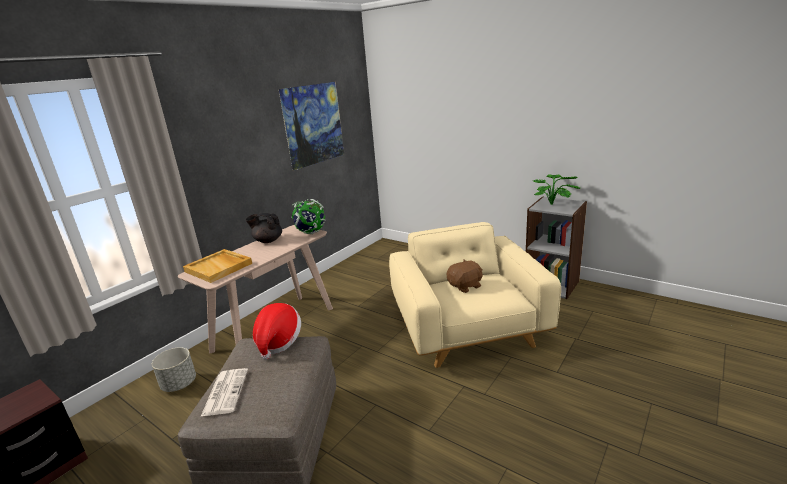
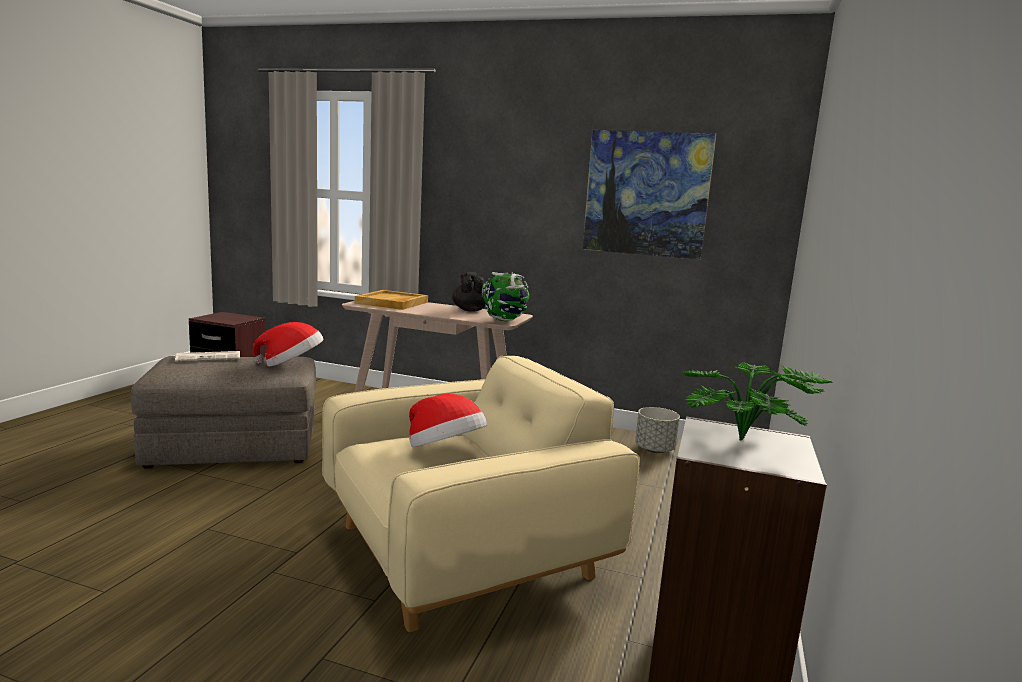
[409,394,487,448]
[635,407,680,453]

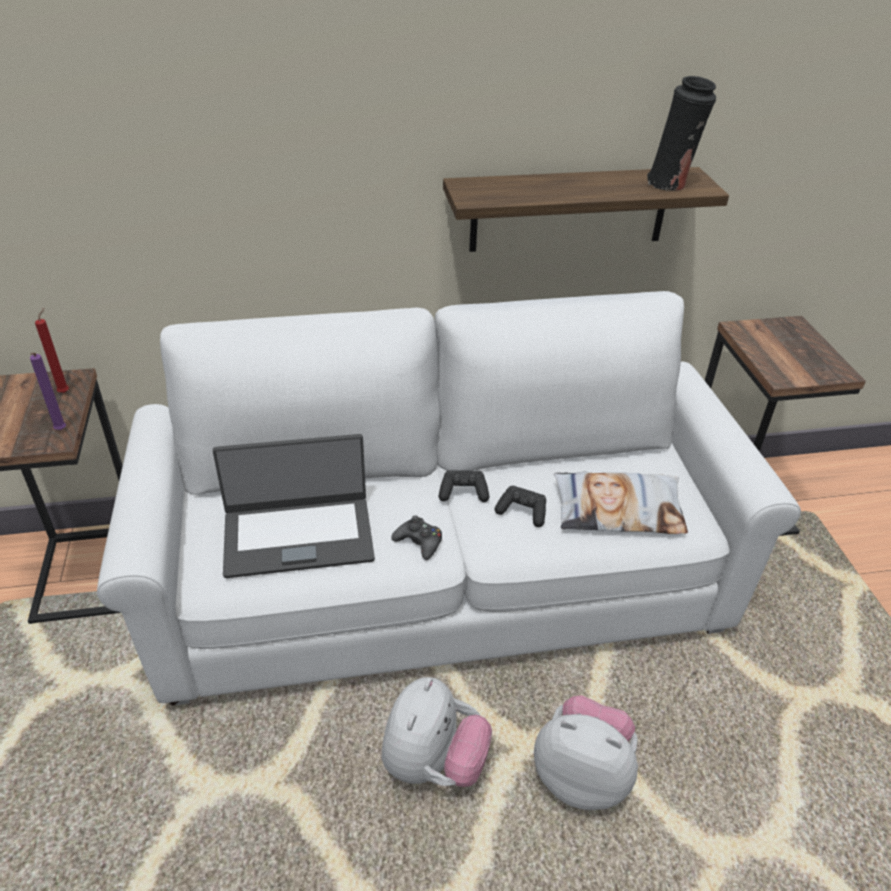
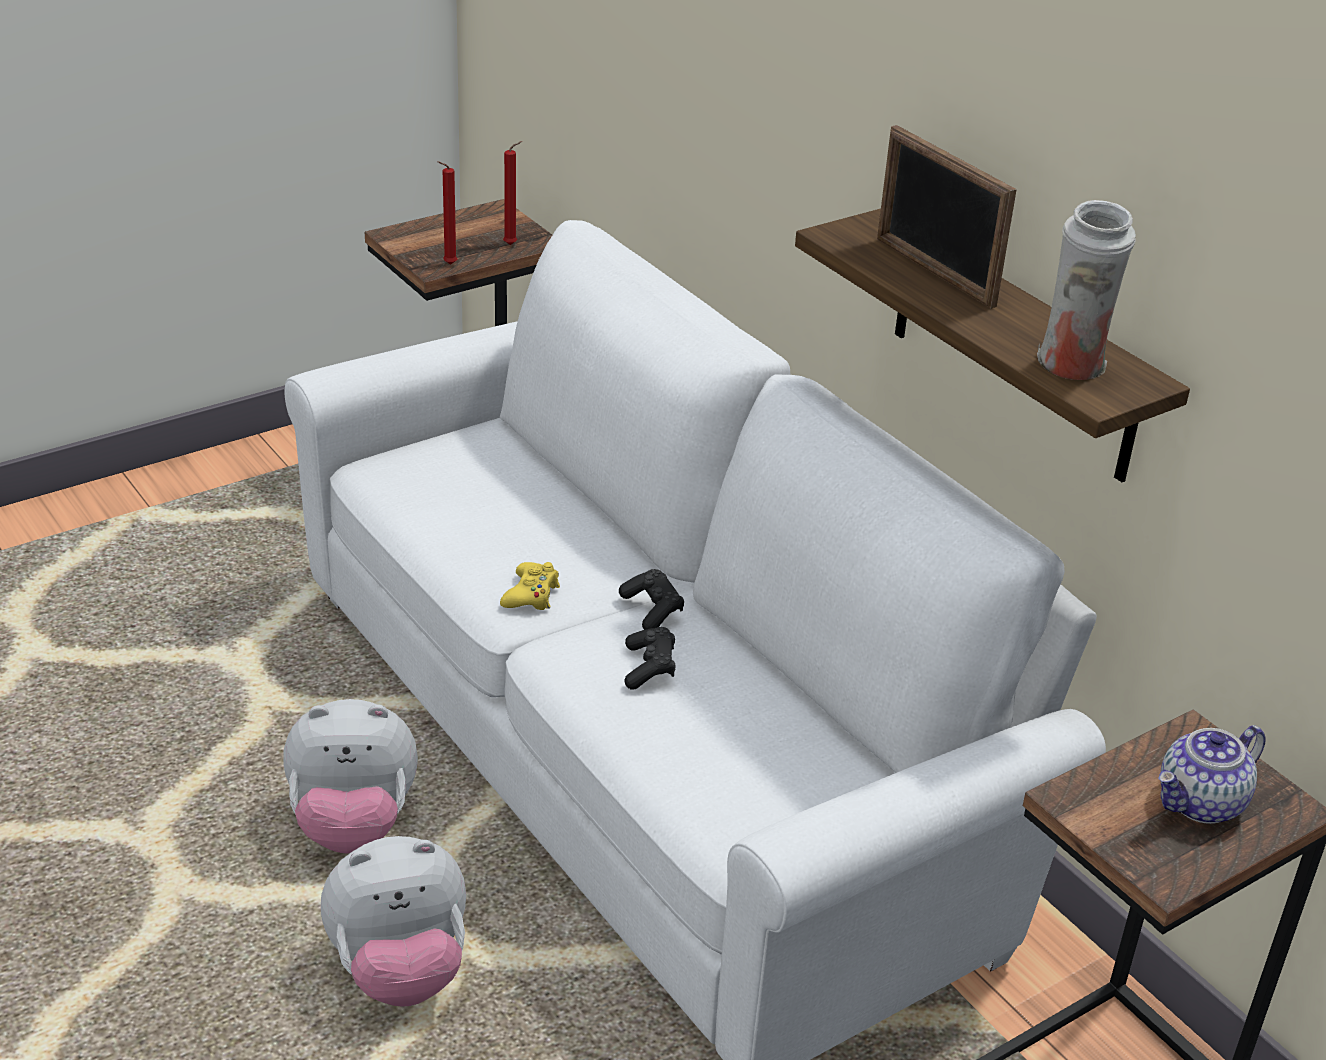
[321,836,466,1007]
[438,161,457,265]
[500,562,560,610]
[877,125,1017,309]
[1037,200,1136,380]
[1158,725,1265,824]
[213,434,375,578] (first image)
[554,472,688,534] (first image)

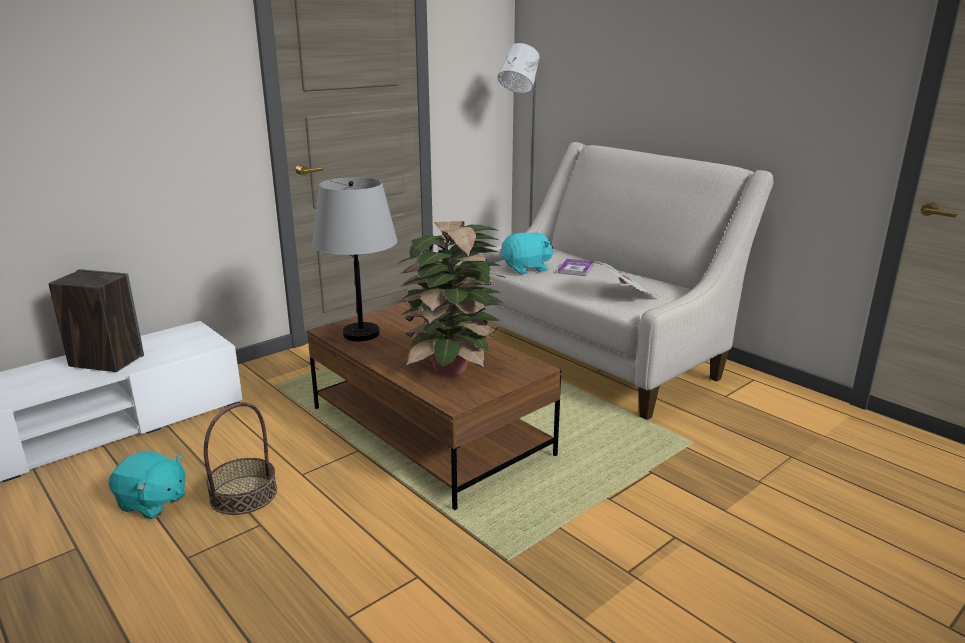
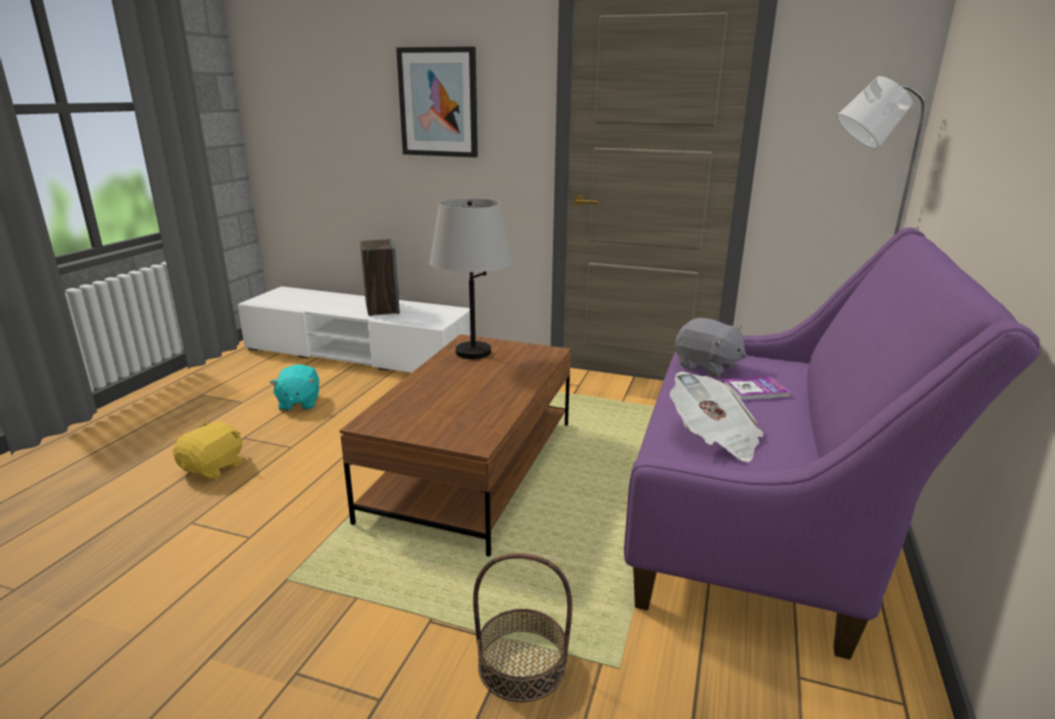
[173,422,243,479]
[396,46,478,157]
[473,553,572,702]
[624,227,1041,660]
[675,318,747,377]
[396,221,507,375] (first image)

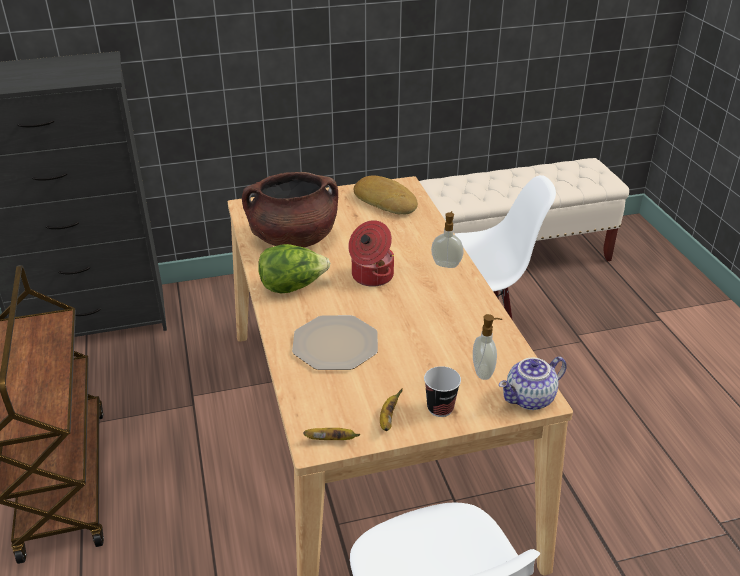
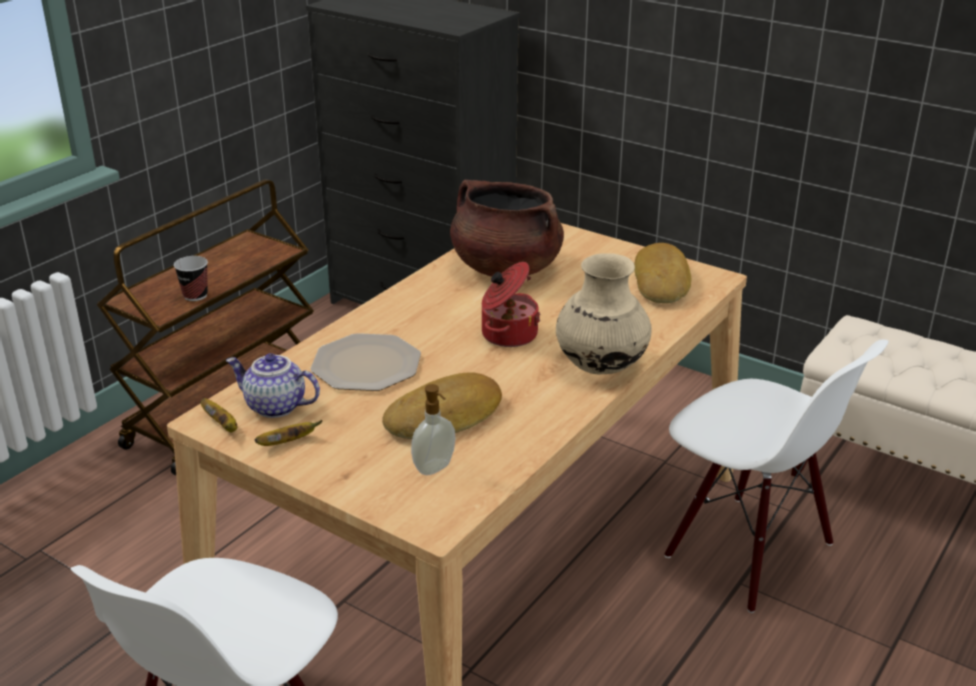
[174,256,208,301]
[226,353,320,418]
[382,372,502,439]
[556,253,652,374]
[258,244,330,293] (first image)

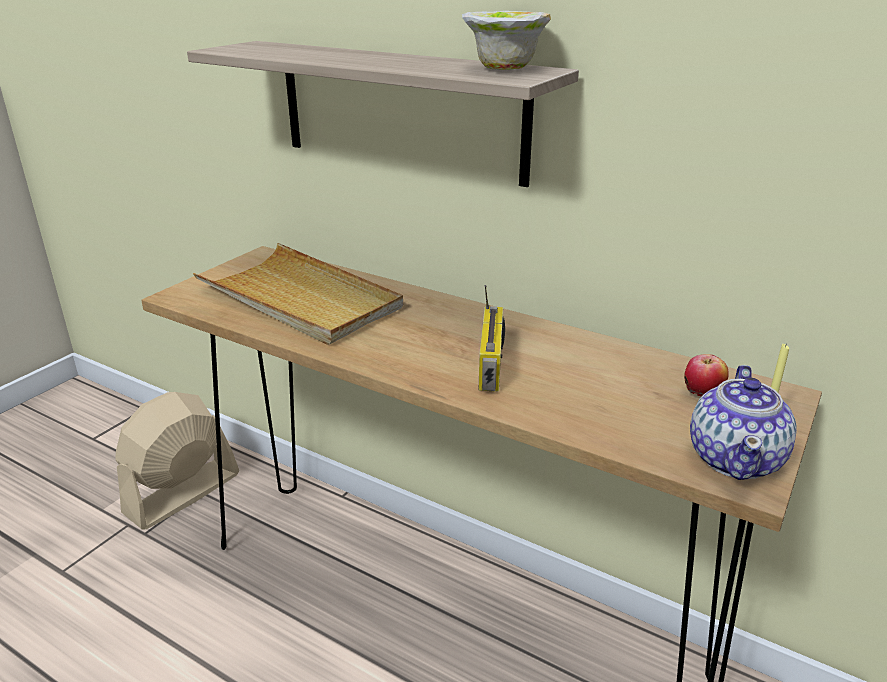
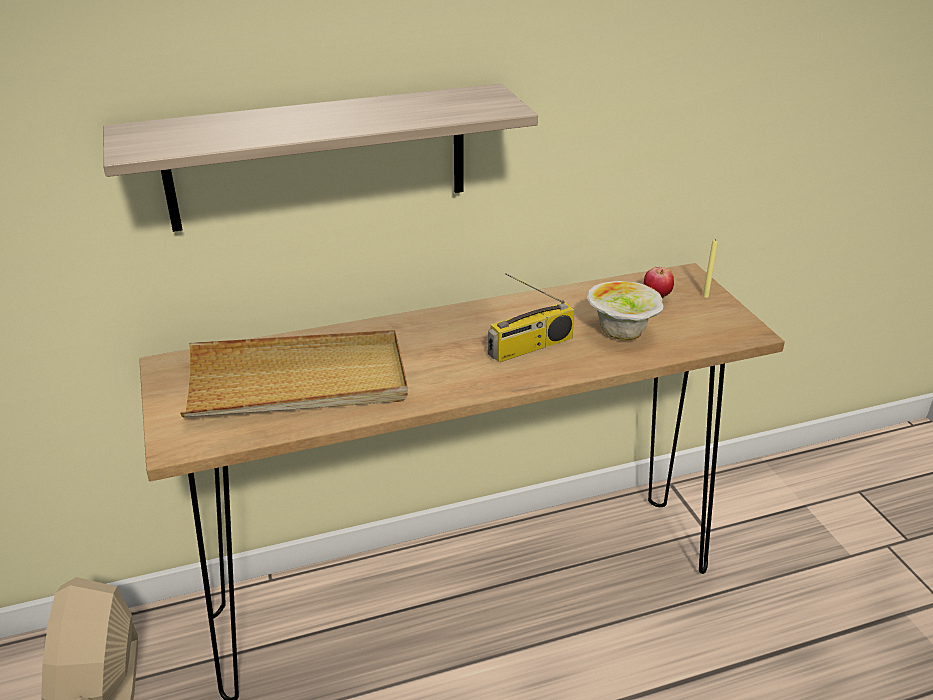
[488,273,575,362]
[587,281,664,340]
[690,365,797,480] (first image)

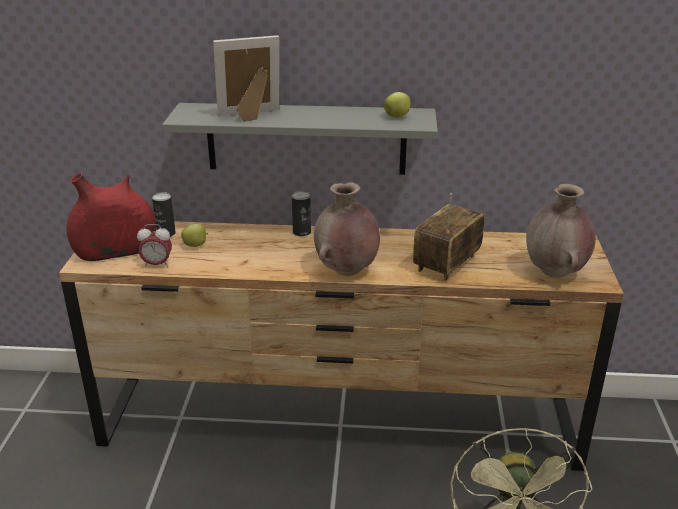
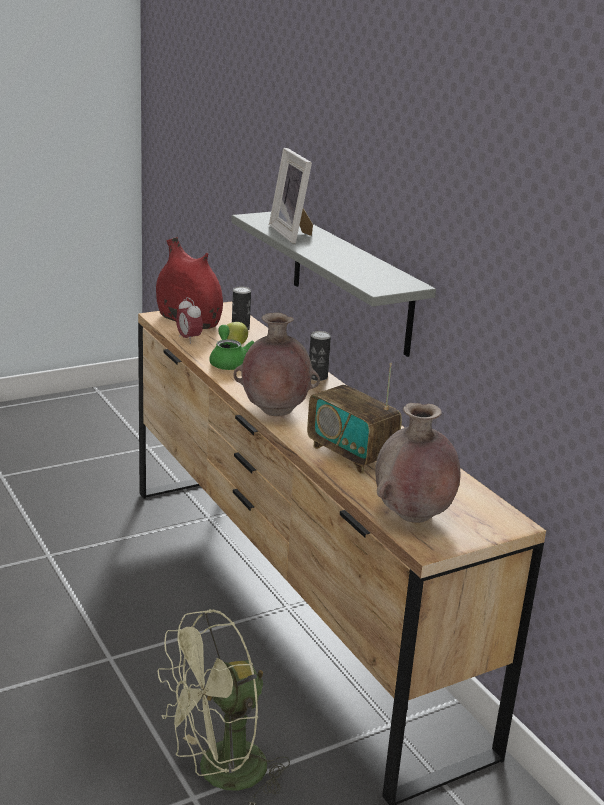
[209,325,254,370]
[269,148,313,243]
[307,363,402,474]
[384,92,411,117] (first image)

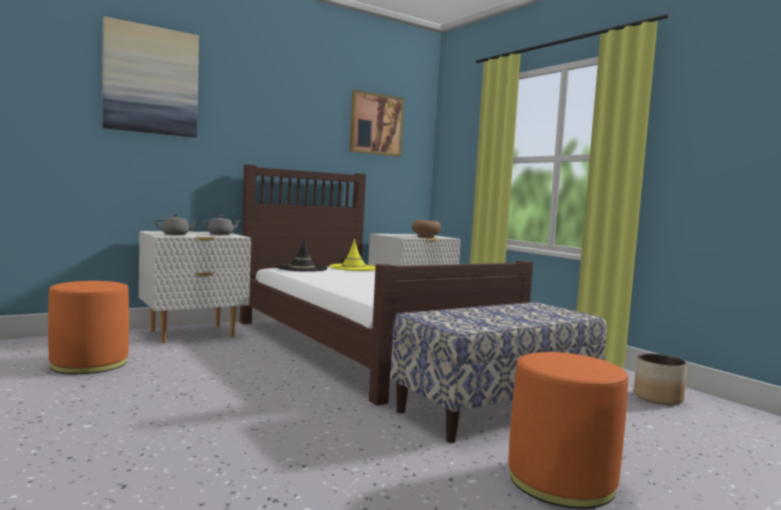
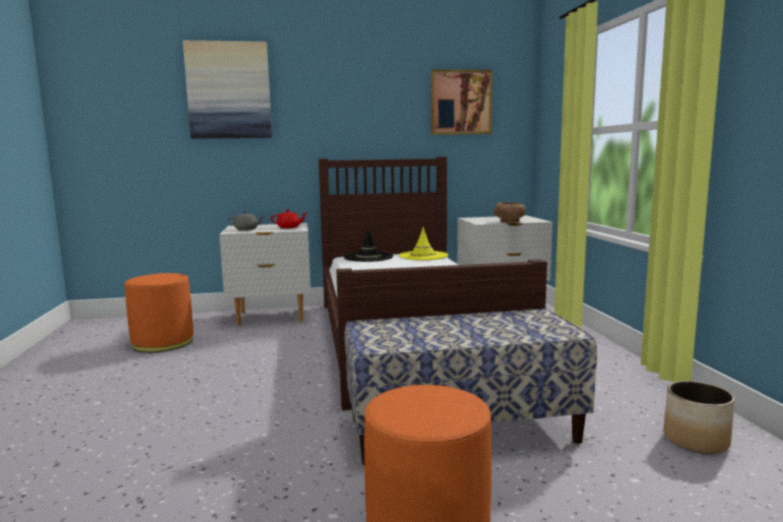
[271,209,307,228]

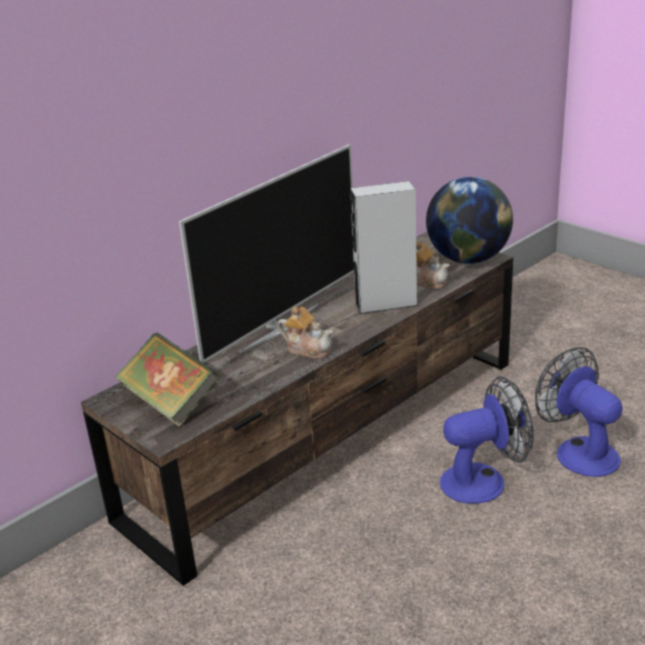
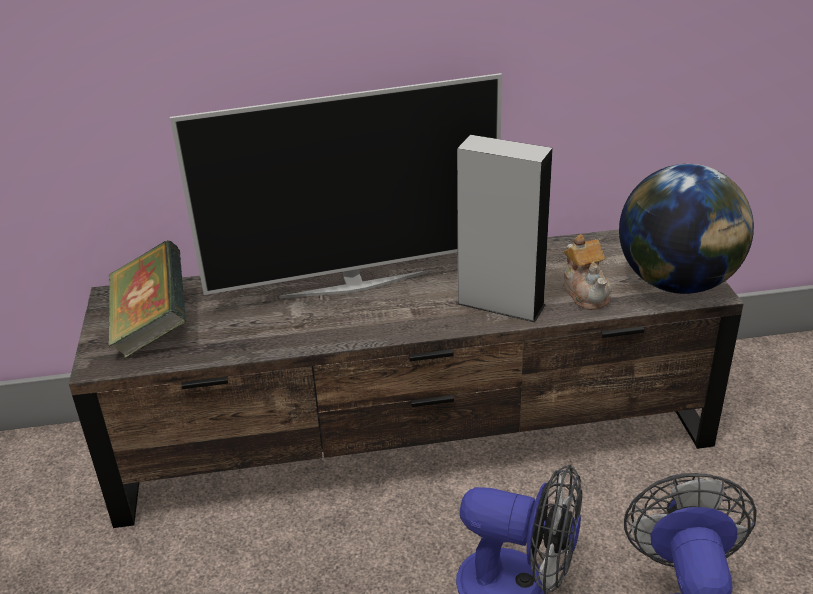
[278,306,333,359] (first image)

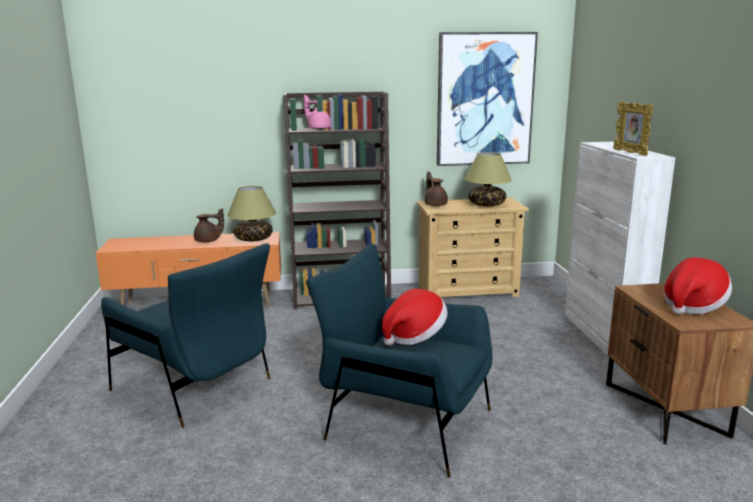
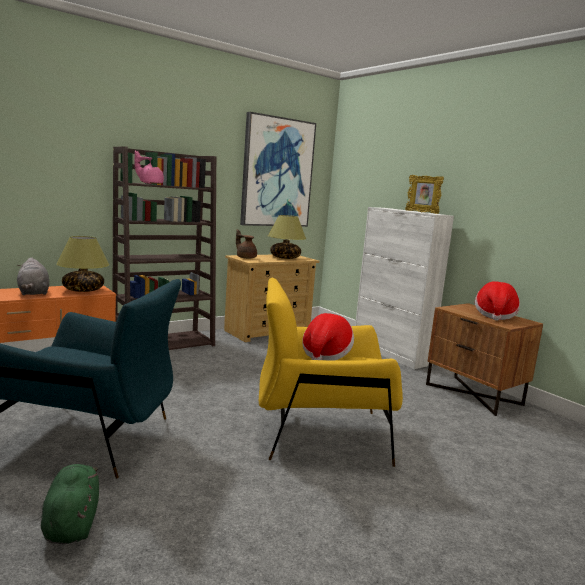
[17,257,49,295]
[41,464,99,544]
[259,278,403,467]

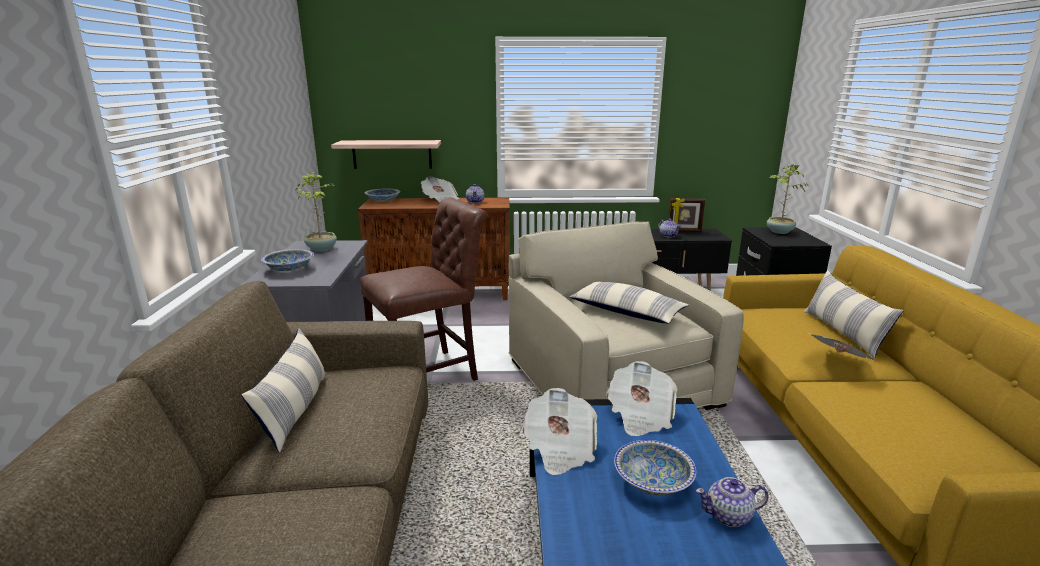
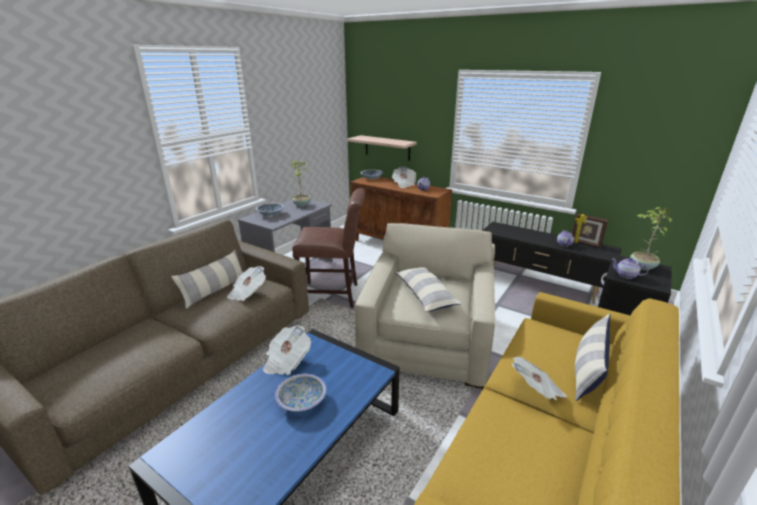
[227,266,266,301]
[612,258,649,279]

